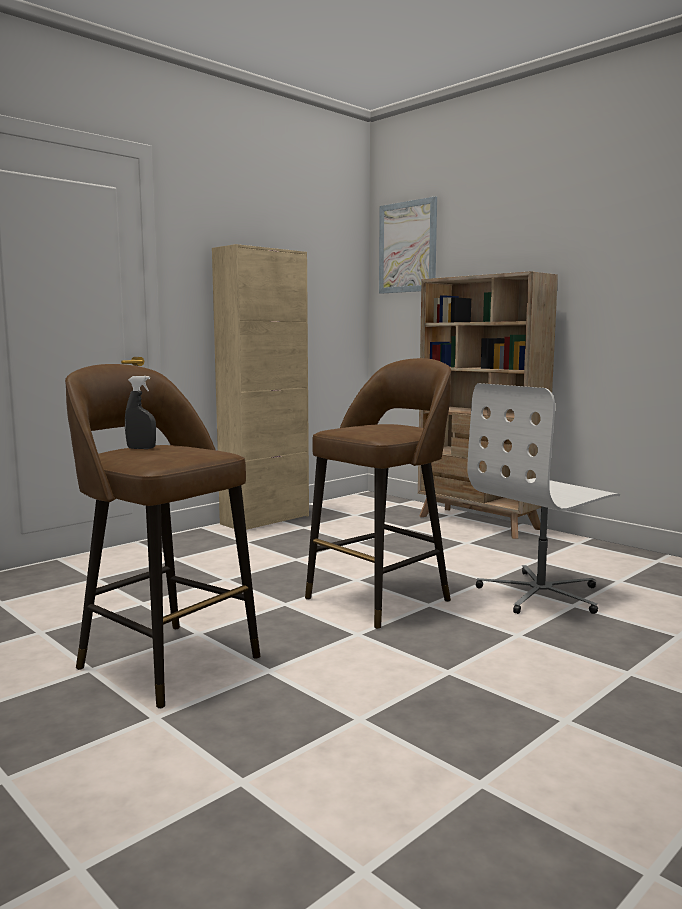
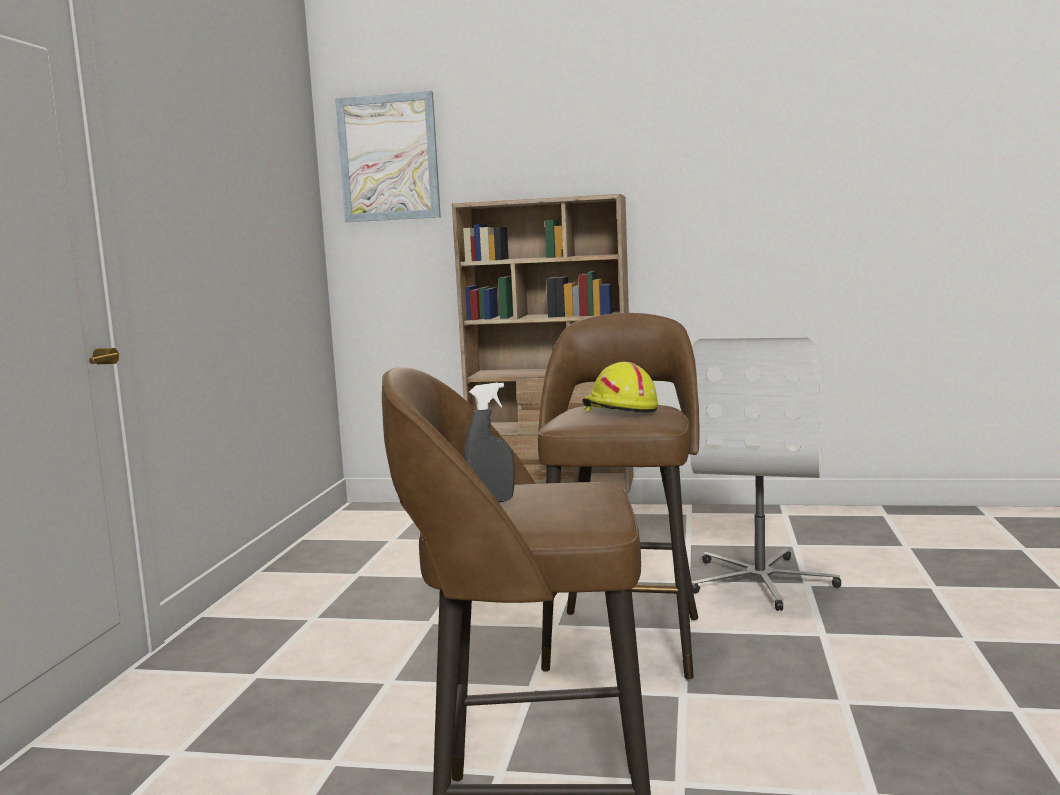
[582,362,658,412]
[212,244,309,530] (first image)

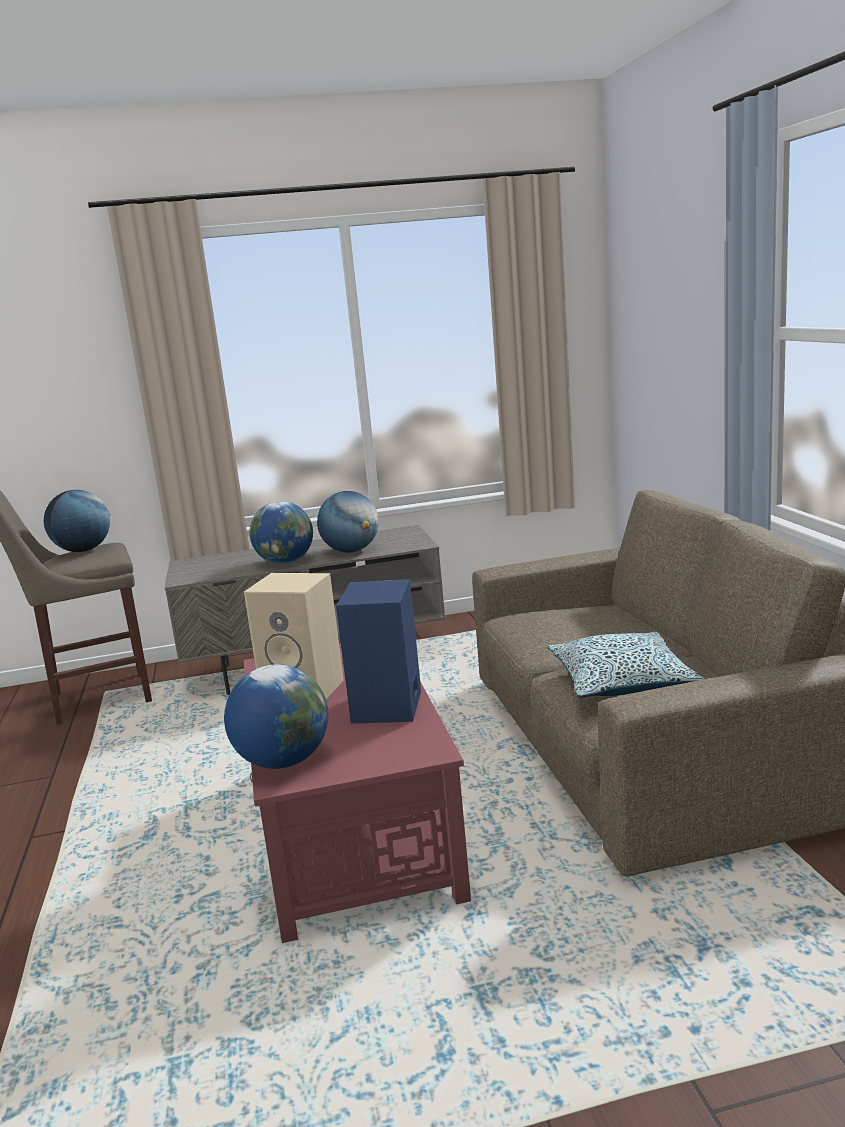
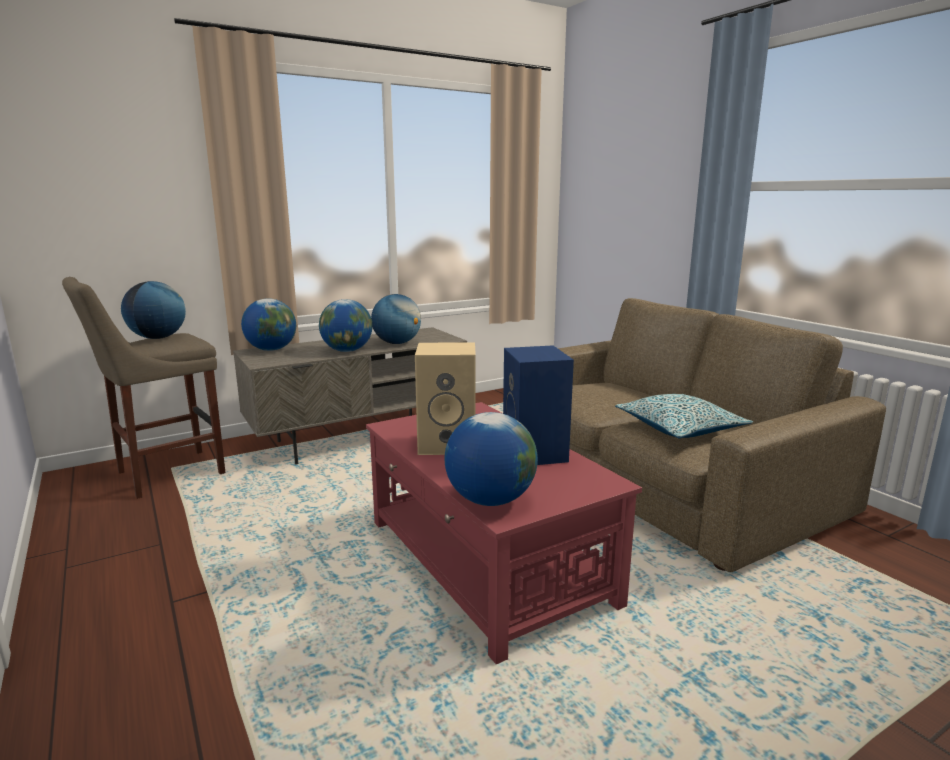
[241,298,296,351]

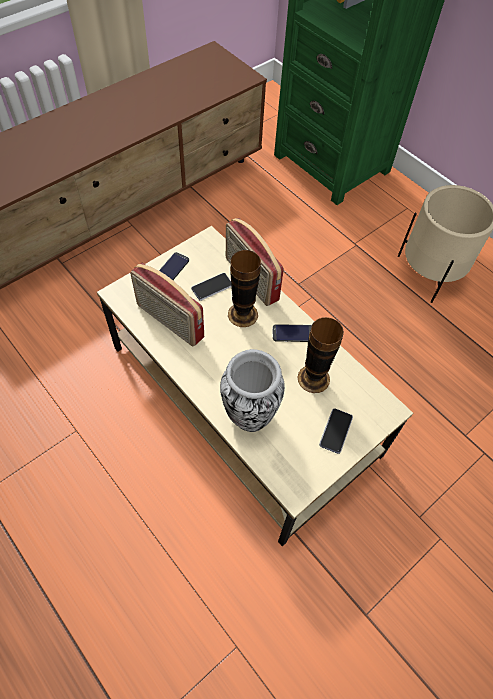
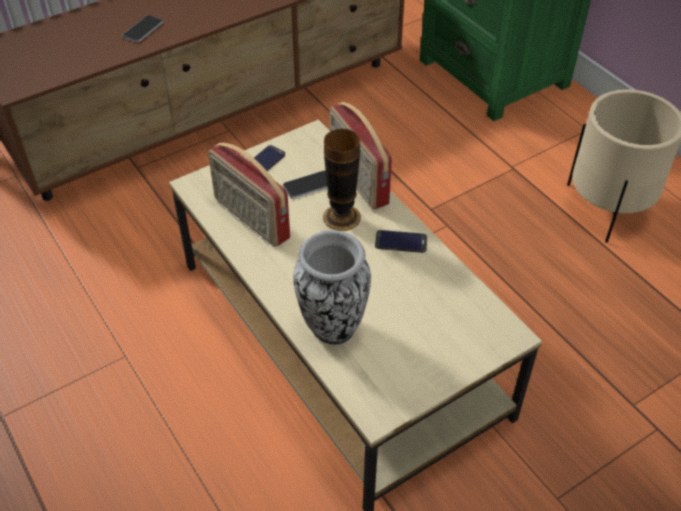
[122,15,163,43]
[297,317,344,393] (first image)

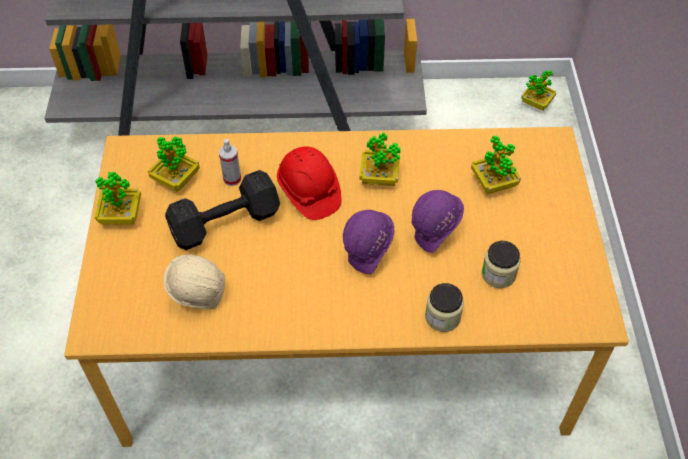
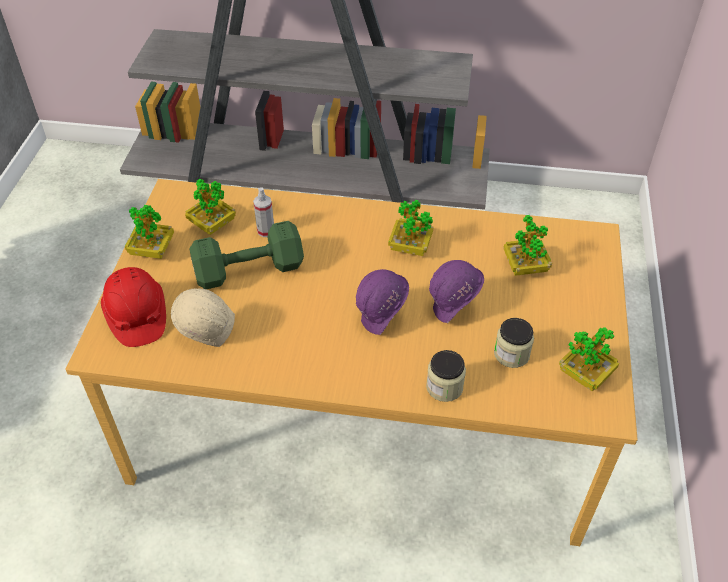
[101,267,166,347]
[189,221,304,289]
[559,328,619,391]

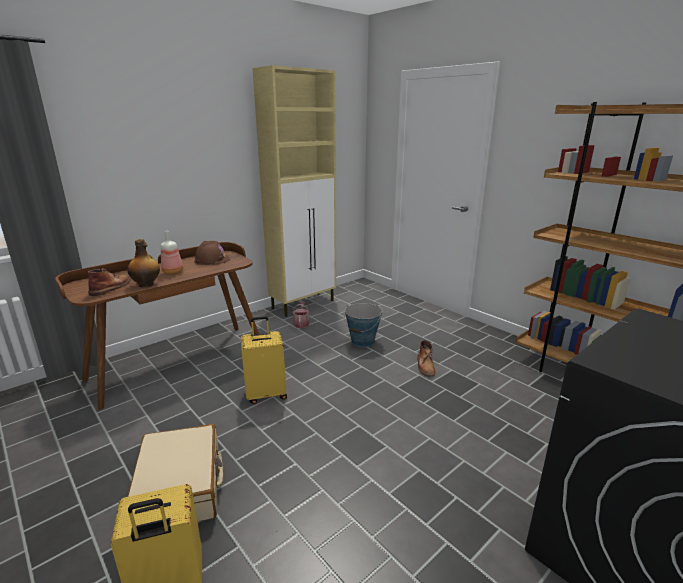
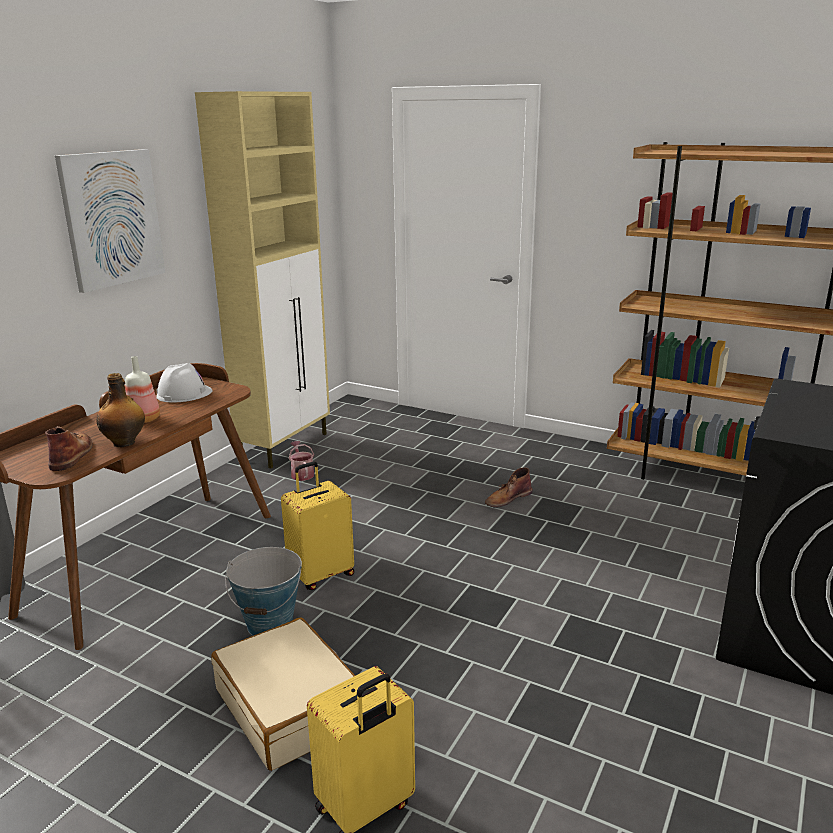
[55,149,165,293]
[156,363,213,402]
[225,547,302,636]
[485,468,532,508]

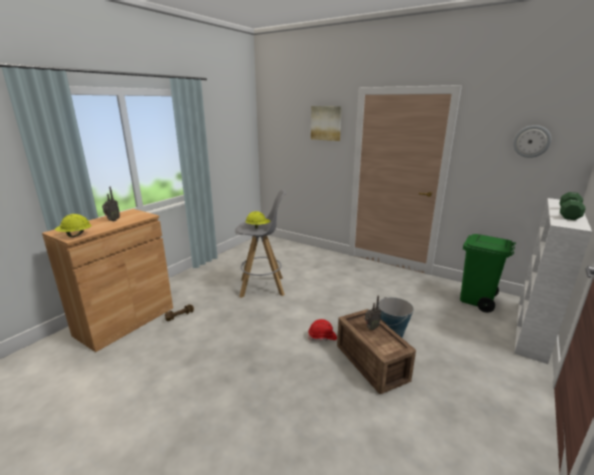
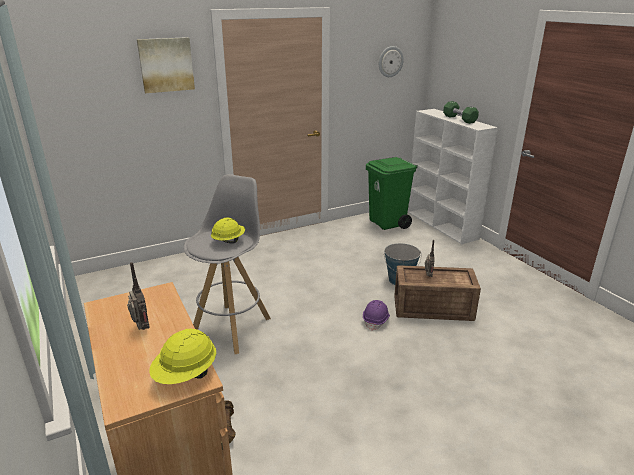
[363,300,390,331]

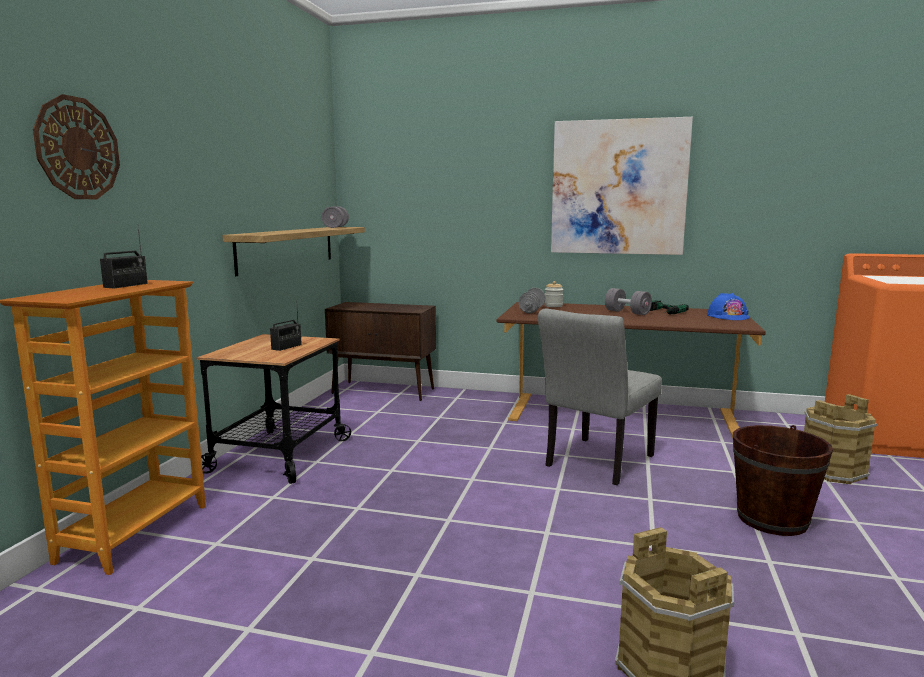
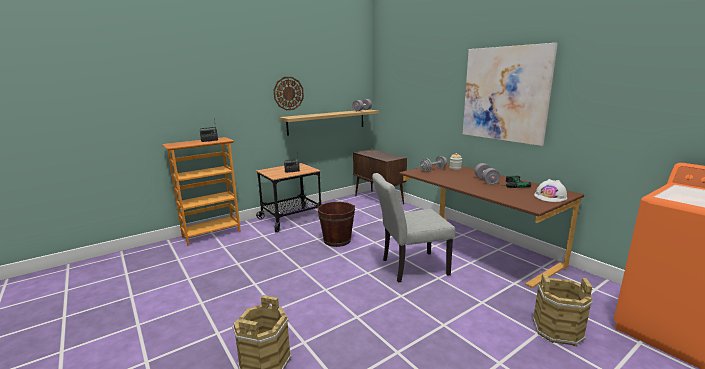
[274,77,304,110]
[317,202,355,247]
[534,179,567,202]

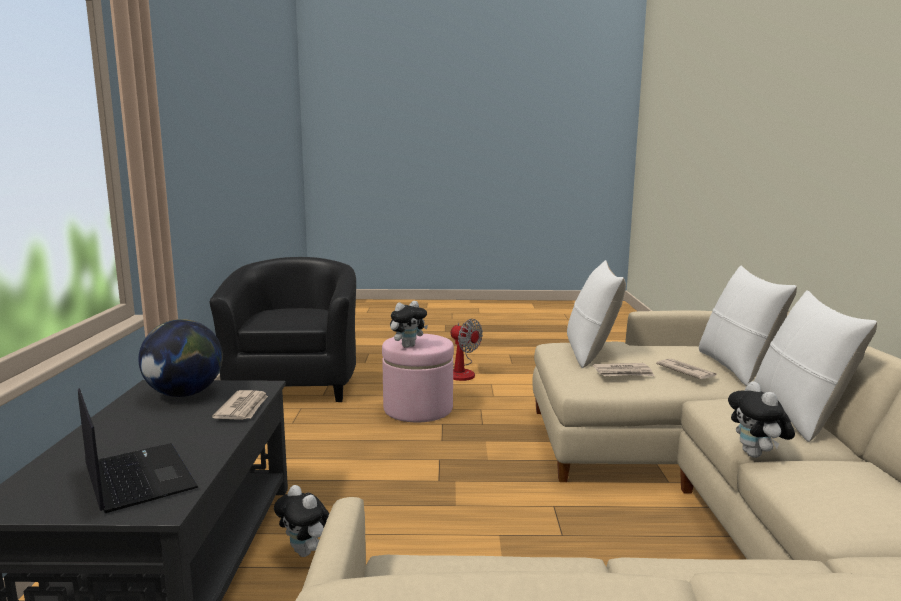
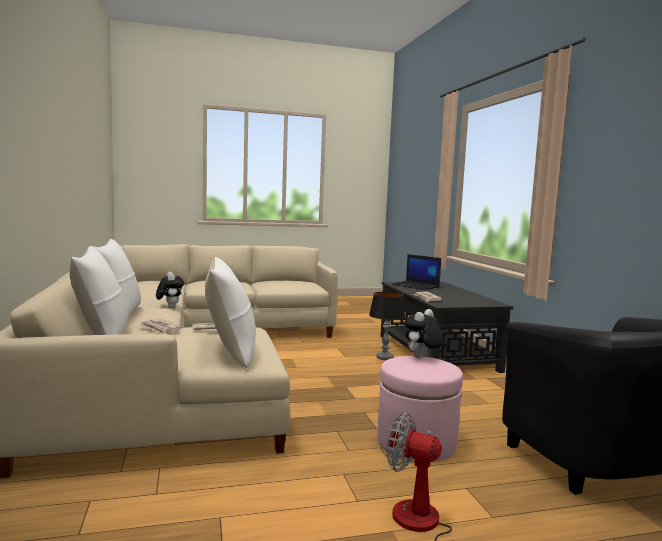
[369,292,405,360]
[138,319,223,397] (first image)

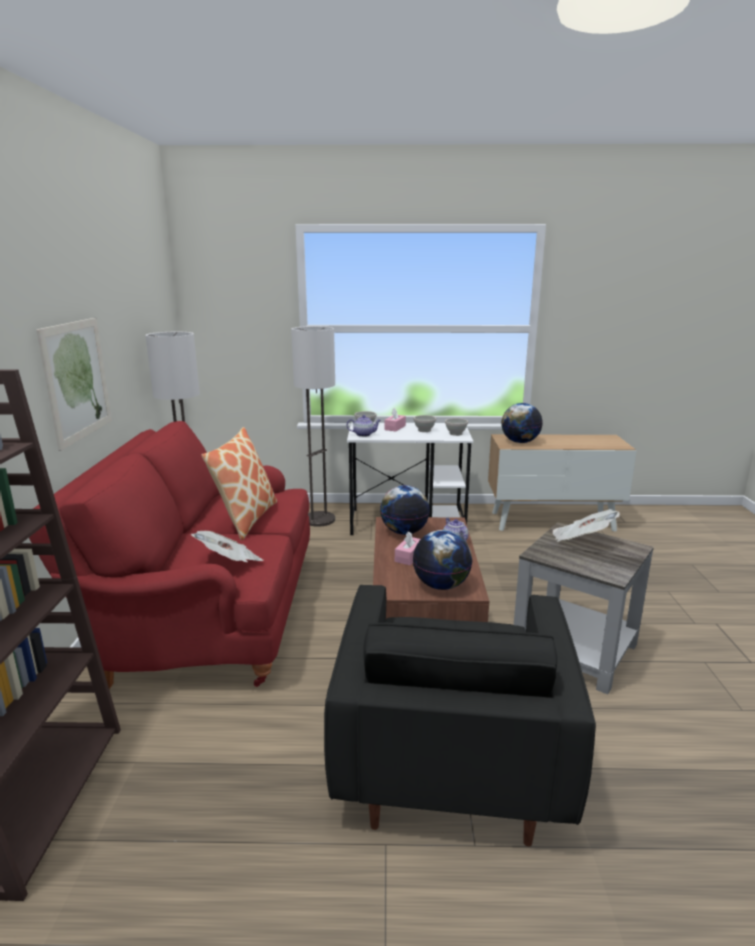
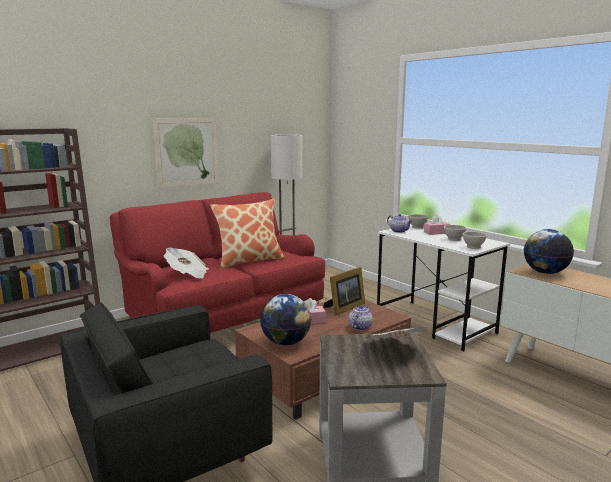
[323,267,365,316]
[291,326,335,527] (first image)

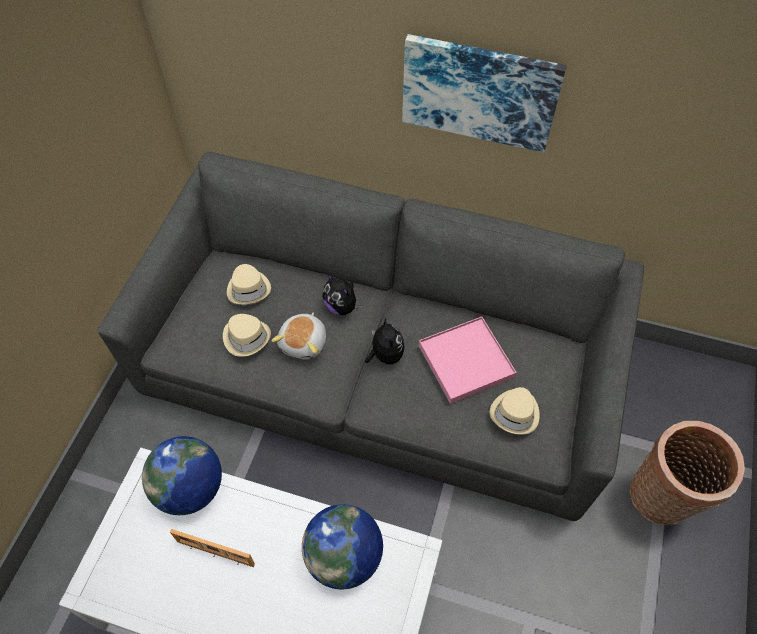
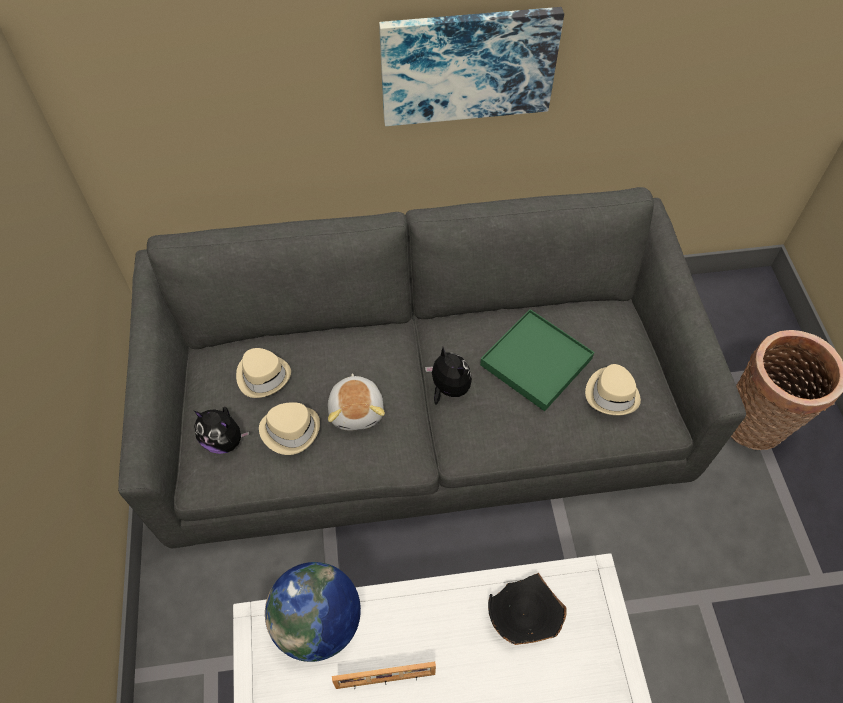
[194,407,249,454]
[480,309,594,411]
[488,573,567,645]

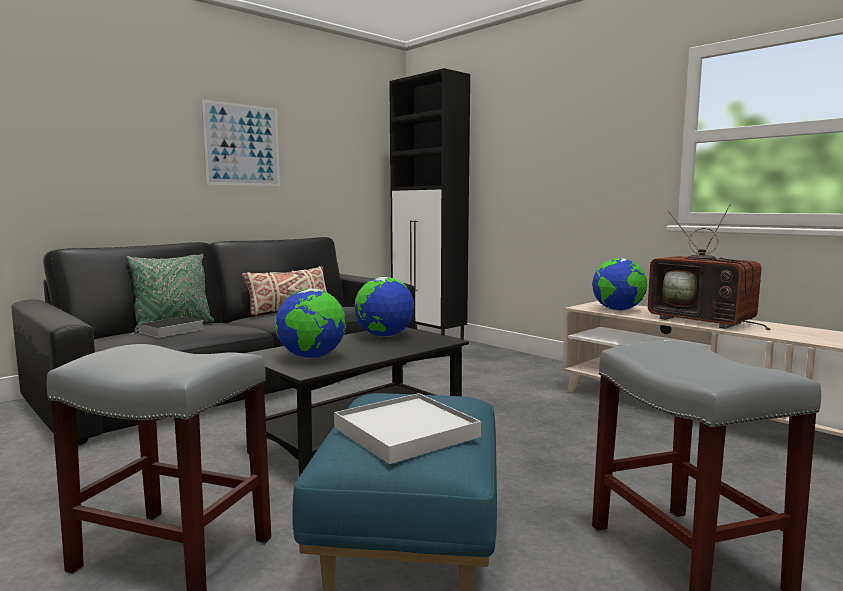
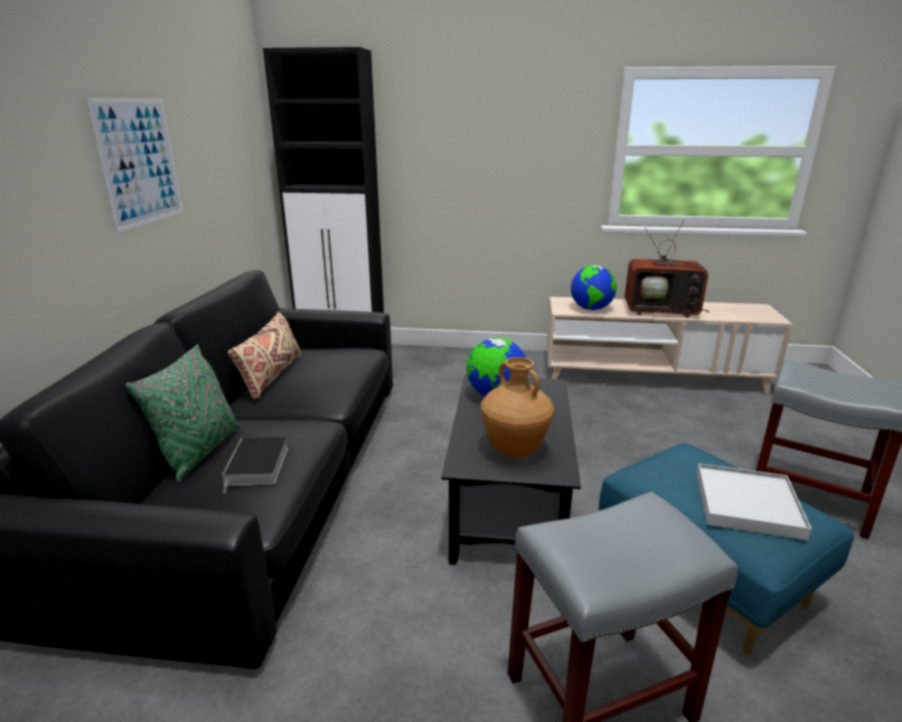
[481,357,555,458]

